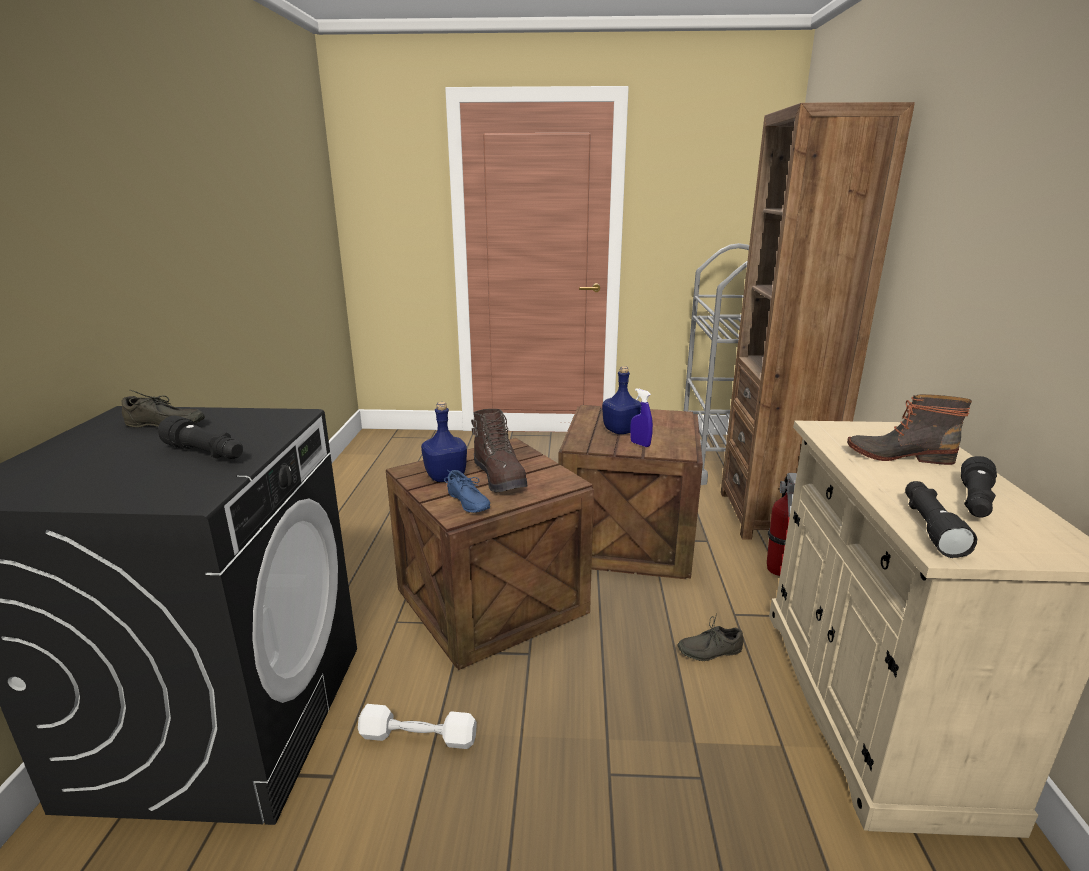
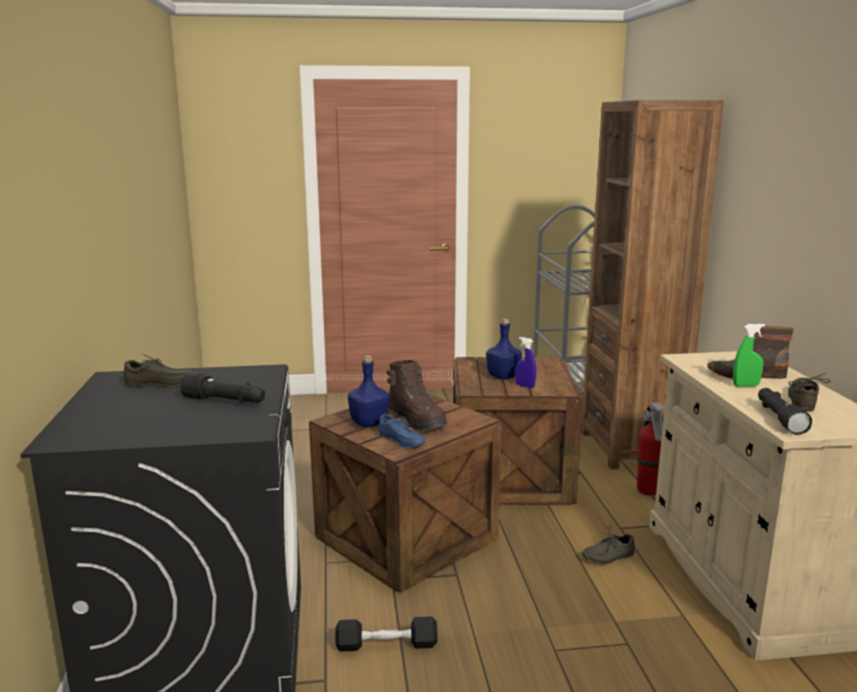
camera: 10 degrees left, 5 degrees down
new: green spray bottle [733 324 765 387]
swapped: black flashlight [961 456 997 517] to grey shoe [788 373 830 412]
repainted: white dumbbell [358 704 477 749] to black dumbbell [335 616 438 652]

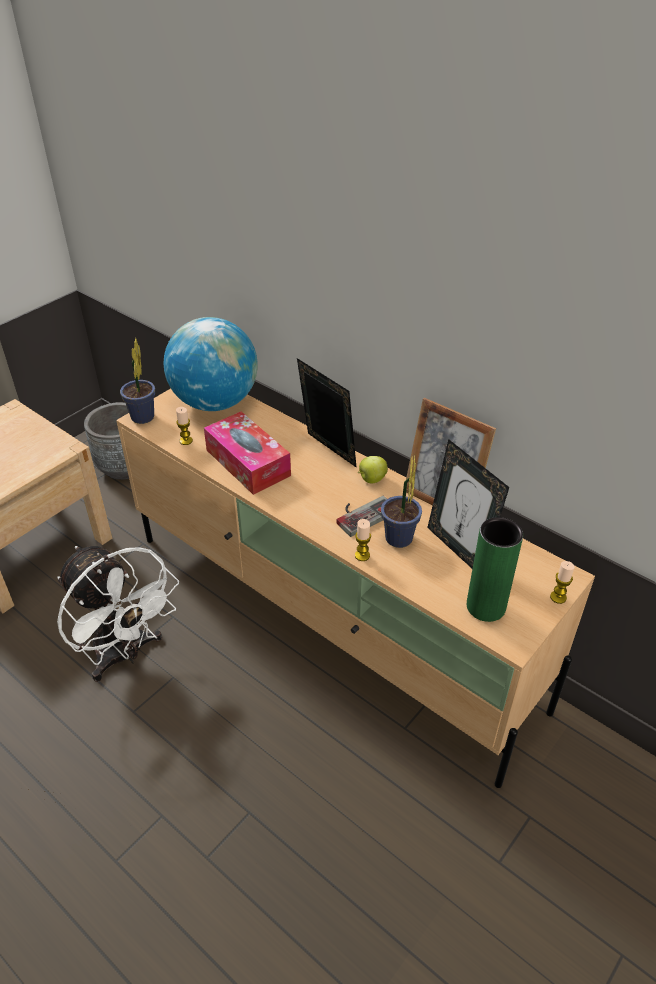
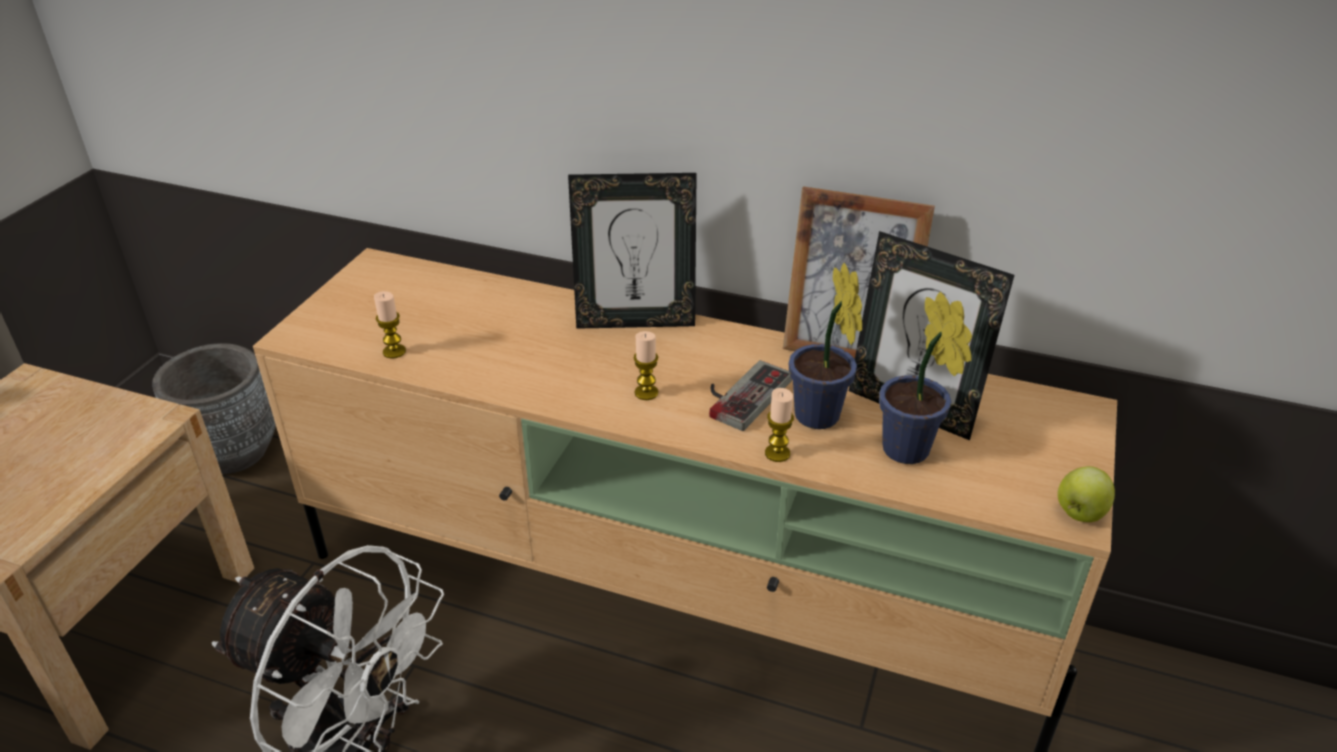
camera: 20 degrees left, 5 degrees down
gone: globe [164 317 258 411]; tissue box [204 411 291 495]; green vase [467 517 523 622]
shifted: candle [550 561 575 604] to [634 331 658 400]; potted plant [120 338 155 424] to [879 292 972 464]; apple [358 456 388 483] to [1058 466 1115 522]
rotated: picture frame [297 358 357 468] = [568 173 697 329] 150 degrees clockwise

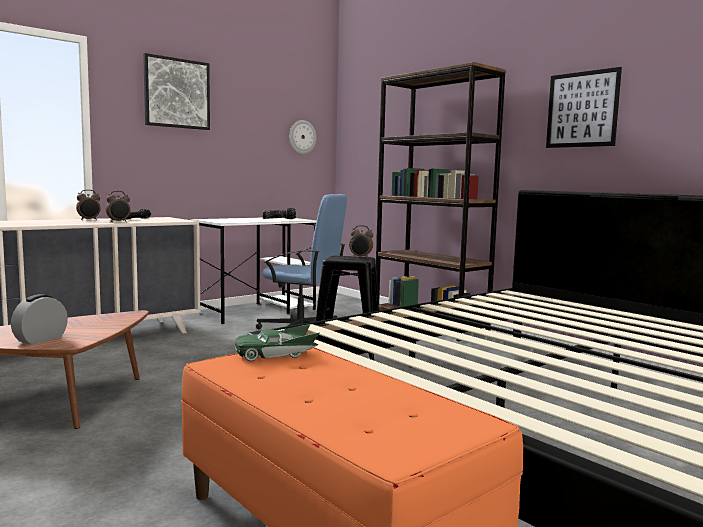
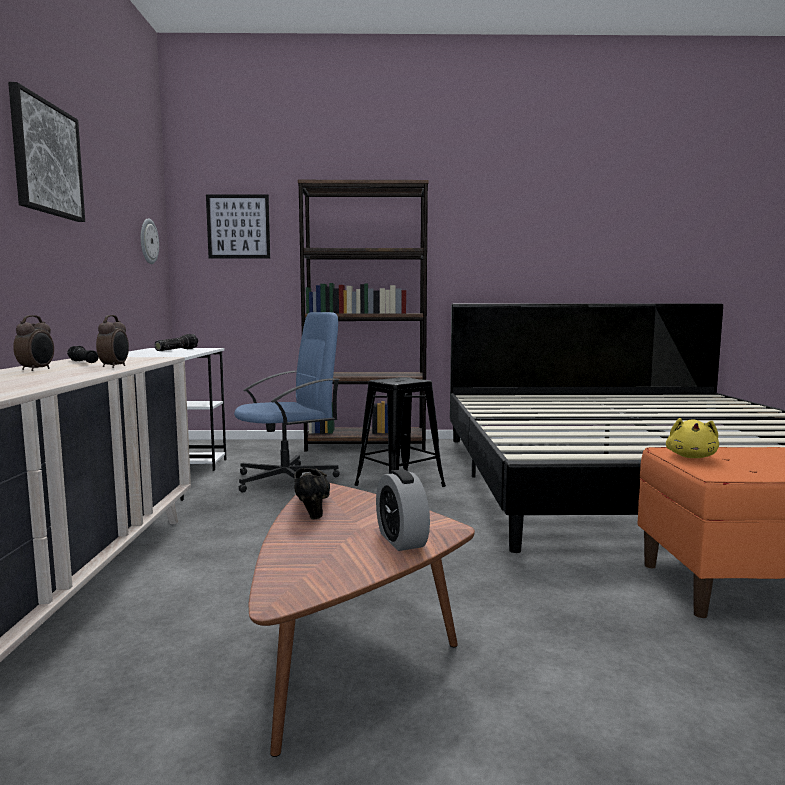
camera: 50 degrees left, 0 degrees up
gone: alarm clock [349 225 373 258]
new: black shoe [294 468 330 520]
shifted: picture [546 67 622 148] to [206 194 270 259]
swapped: green toy car [235 324 319 361] to yellow plush toy [666 418 719 458]

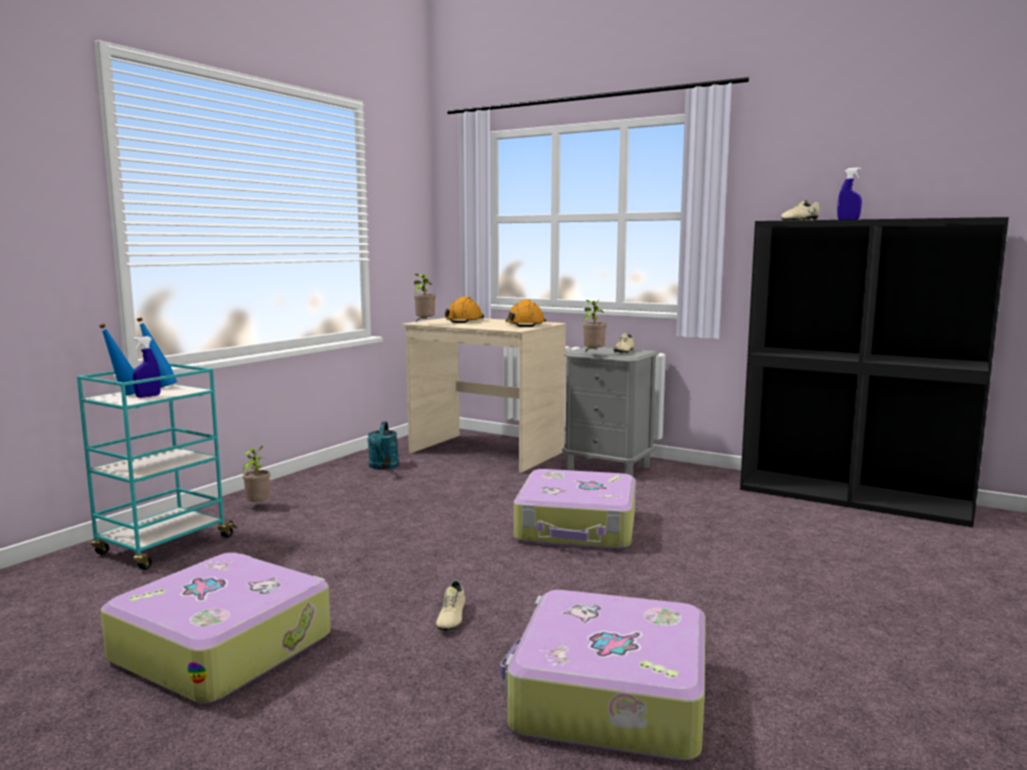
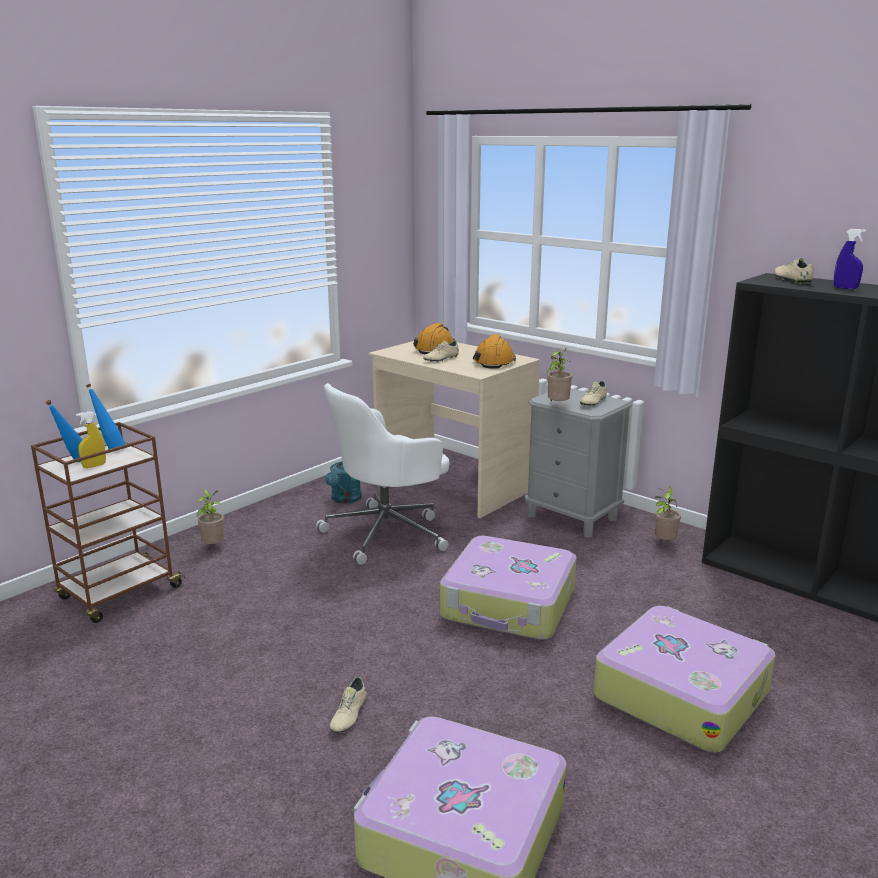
camera: 10 degrees right, 10 degrees up
new: white office chair [316 383 449 565]; beige shoe [423 340 459 362]
shifted: suitcase [101 553 331 704] to [594 606 776 753]; potted plant [414 273 436 323] to [652 487 681 540]
repainted: turquoise cart [77 363 237 570] to brown cart [31 422 186 623]; blue spray bottle [133 336 161 398] to yellow spray bottle [76 411 106 468]

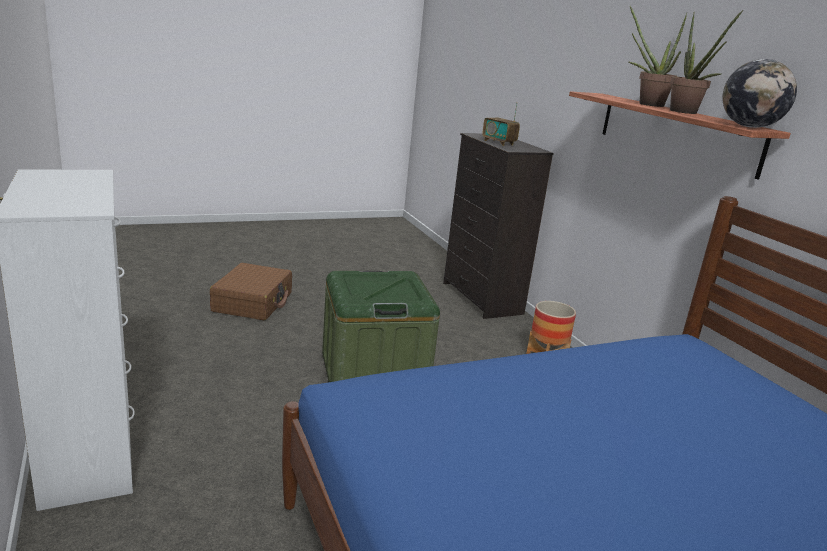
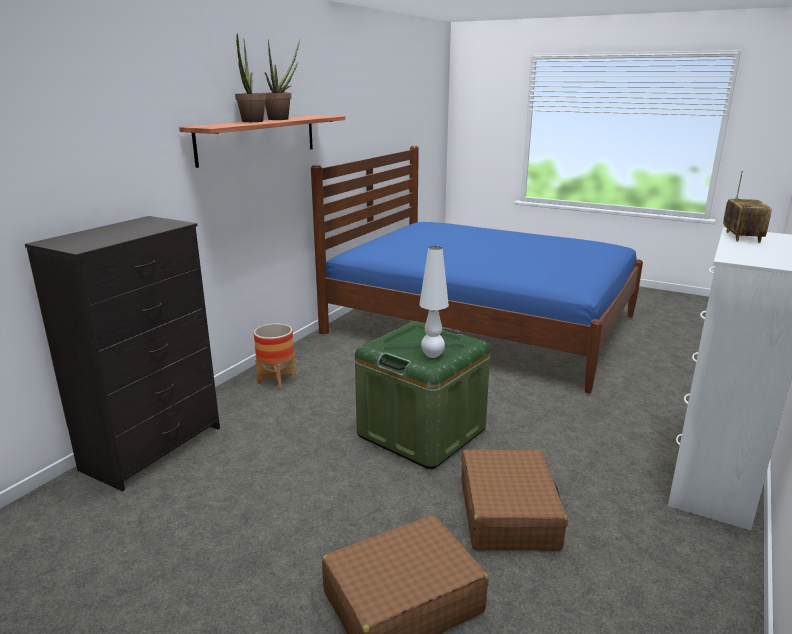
camera: 125 degrees left, 0 degrees up
gone: globe [722 59 797 128]
new: white table lamp [419 246 449 358]; brown suitcase [461 450 568 551]
shifted: radio [482 102 520 146] to [723 171 772 243]

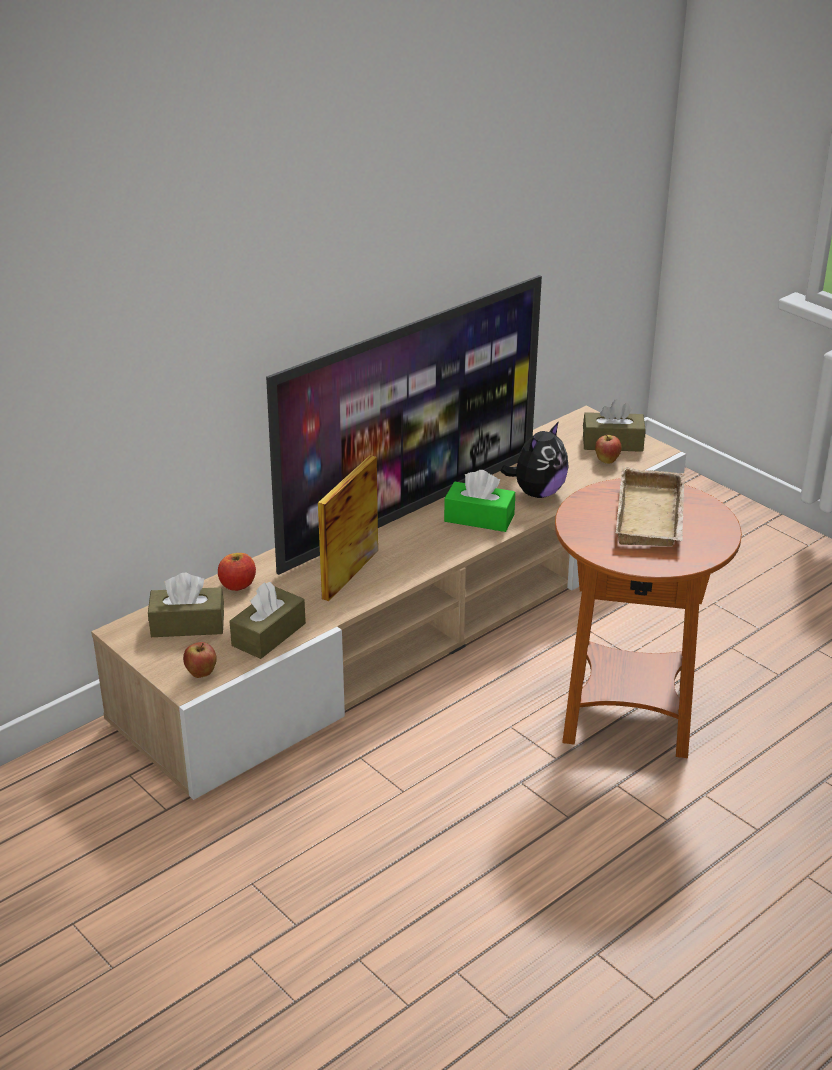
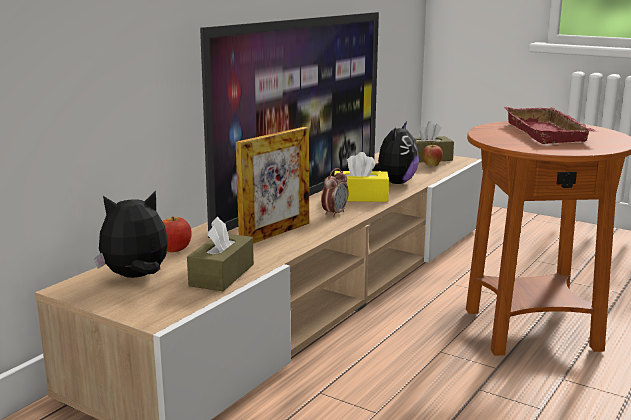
camera: 15 degrees left, 15 degrees down
gone: apple [183 642 217 678]
new: alarm clock [321 168 348 217]
swapped: brown tissue box [148 573 224 637] to plush toy [95 191 168 278]
repainted: green tissue box [444 470 515 532] to yellow tissue box [334 152 389 202]; beige tray [616 467 685 546] to red tray [504 107 598 144]
rotated: picture frame [318 455 378 601] = [236 127 309 243] 150 degrees counterclockwise

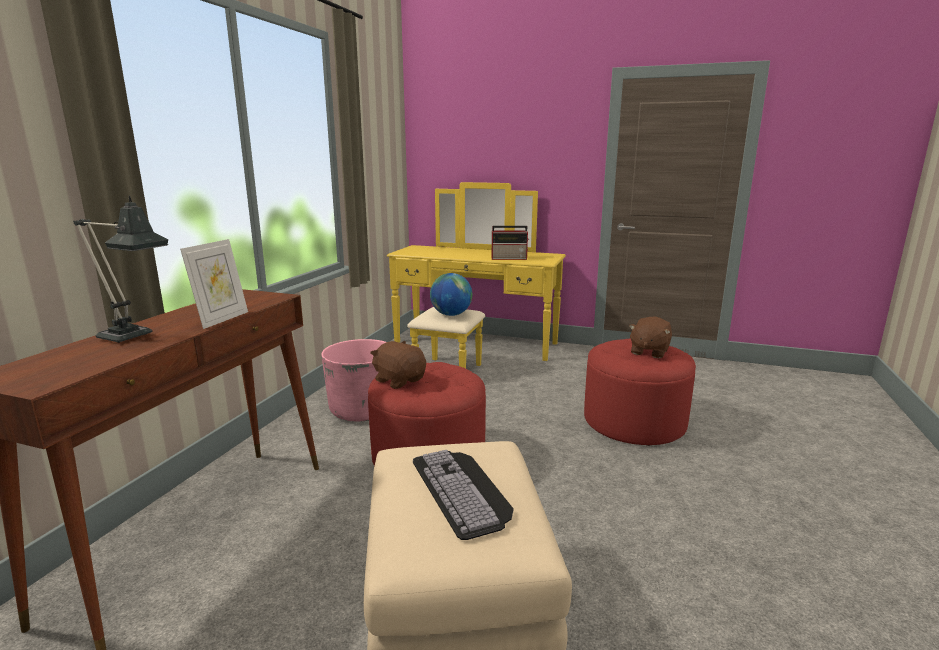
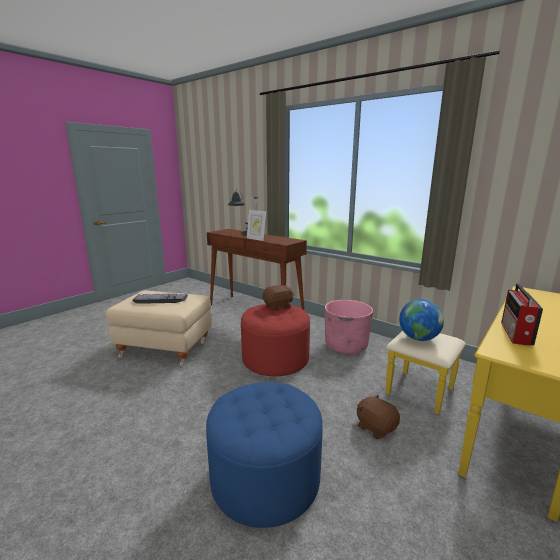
camera: 110 degrees right, 0 degrees up
shifted: brown plush toy [629 317 672 358] to [357 395 400 439]
repainted: red ottoman [584 338 696 446] to blue ottoman [206 382 323 528]

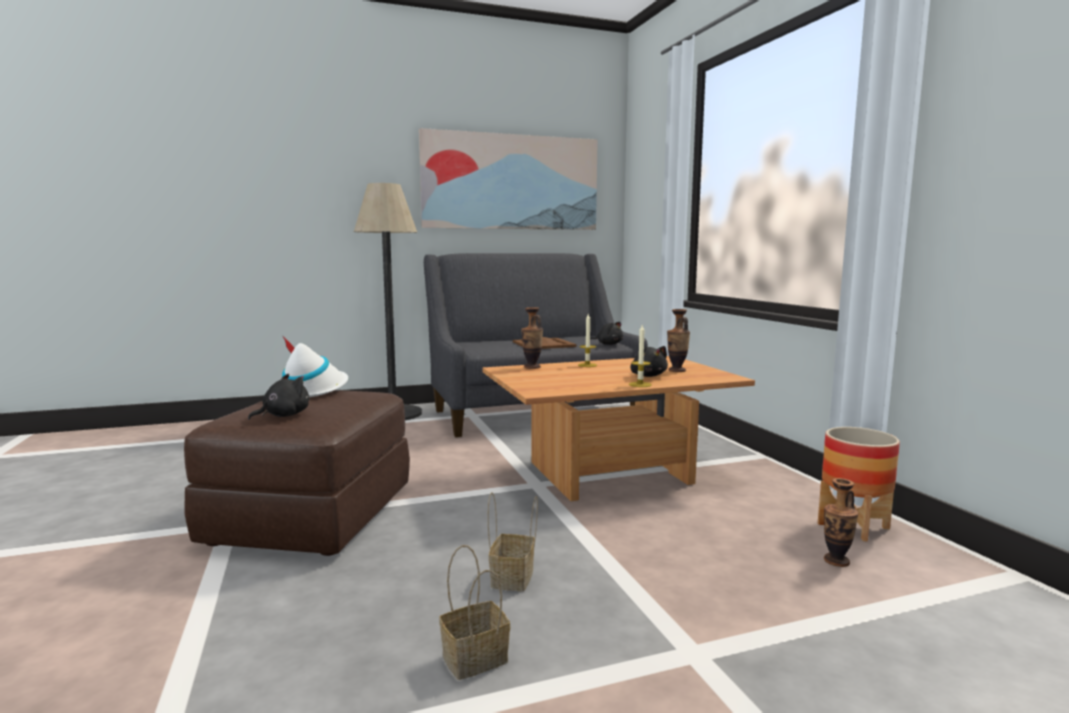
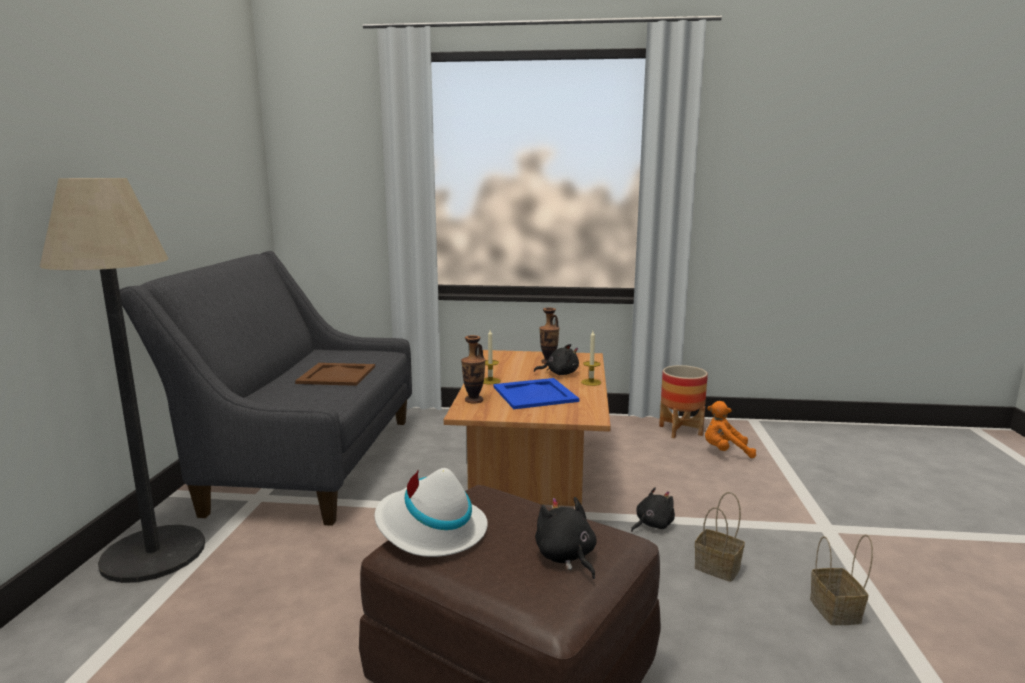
camera: 65 degrees left, 5 degrees up
gone: picture [419 128 598 230]
new: blue tray [493 378 579 409]
shifted: black plush toy [590 322 623 345] to [631 487 675 532]
swapped: vase [824 478 858 567] to orange plush toy [705 401 756 458]

